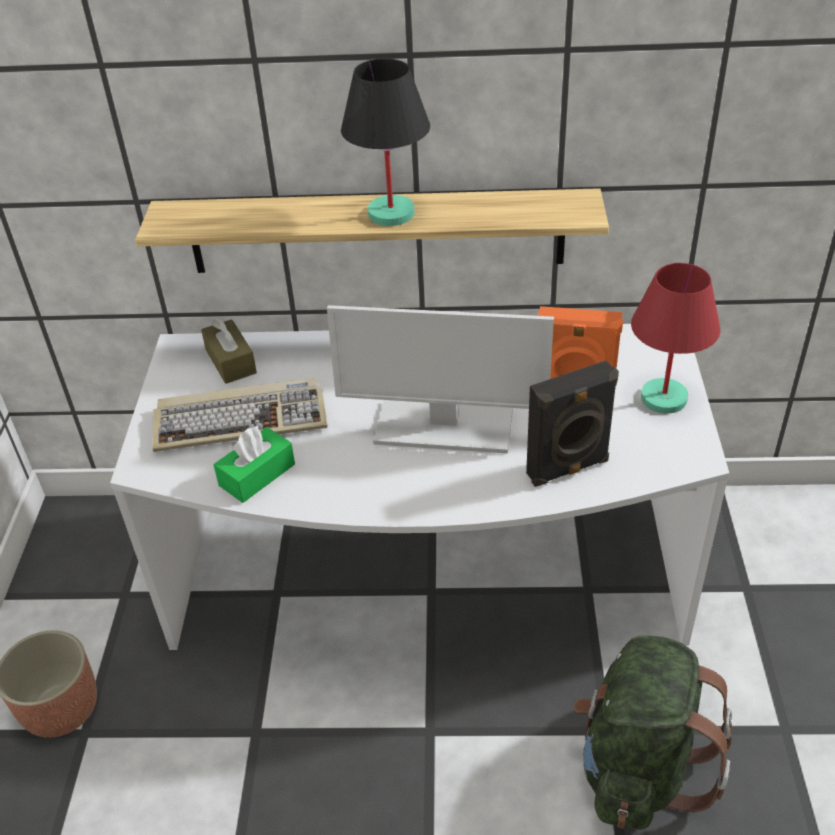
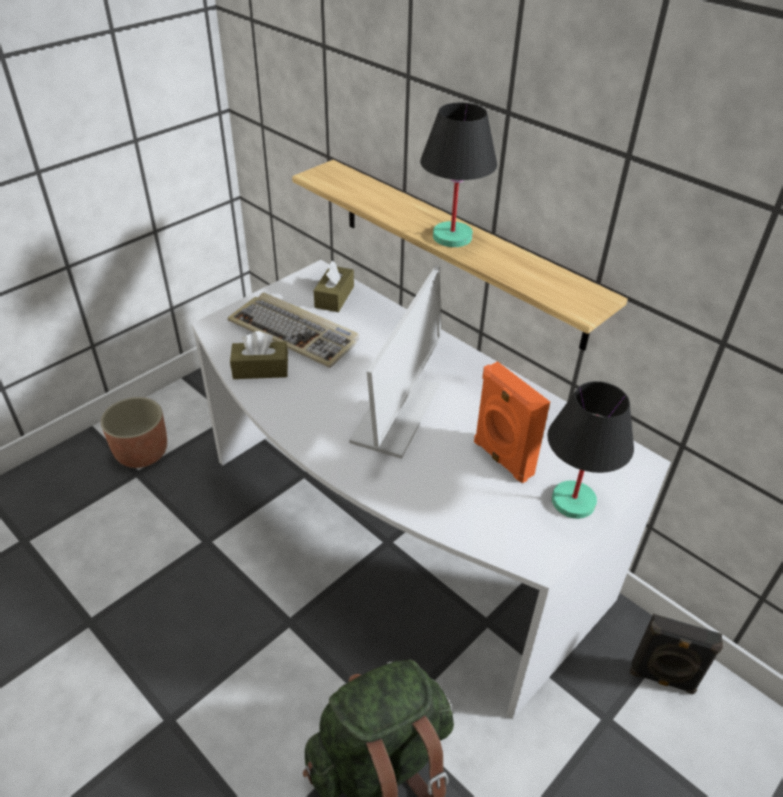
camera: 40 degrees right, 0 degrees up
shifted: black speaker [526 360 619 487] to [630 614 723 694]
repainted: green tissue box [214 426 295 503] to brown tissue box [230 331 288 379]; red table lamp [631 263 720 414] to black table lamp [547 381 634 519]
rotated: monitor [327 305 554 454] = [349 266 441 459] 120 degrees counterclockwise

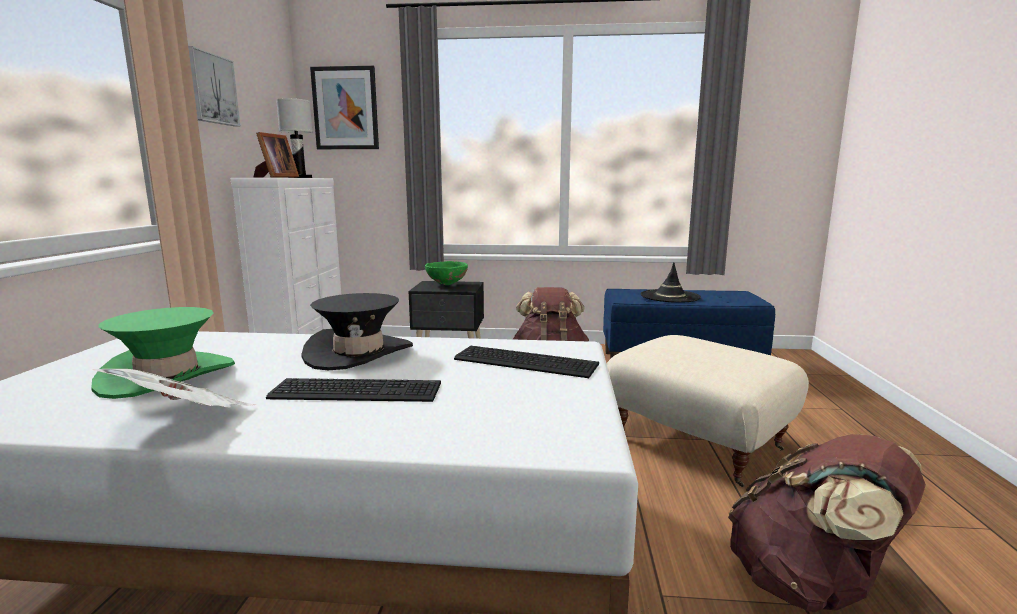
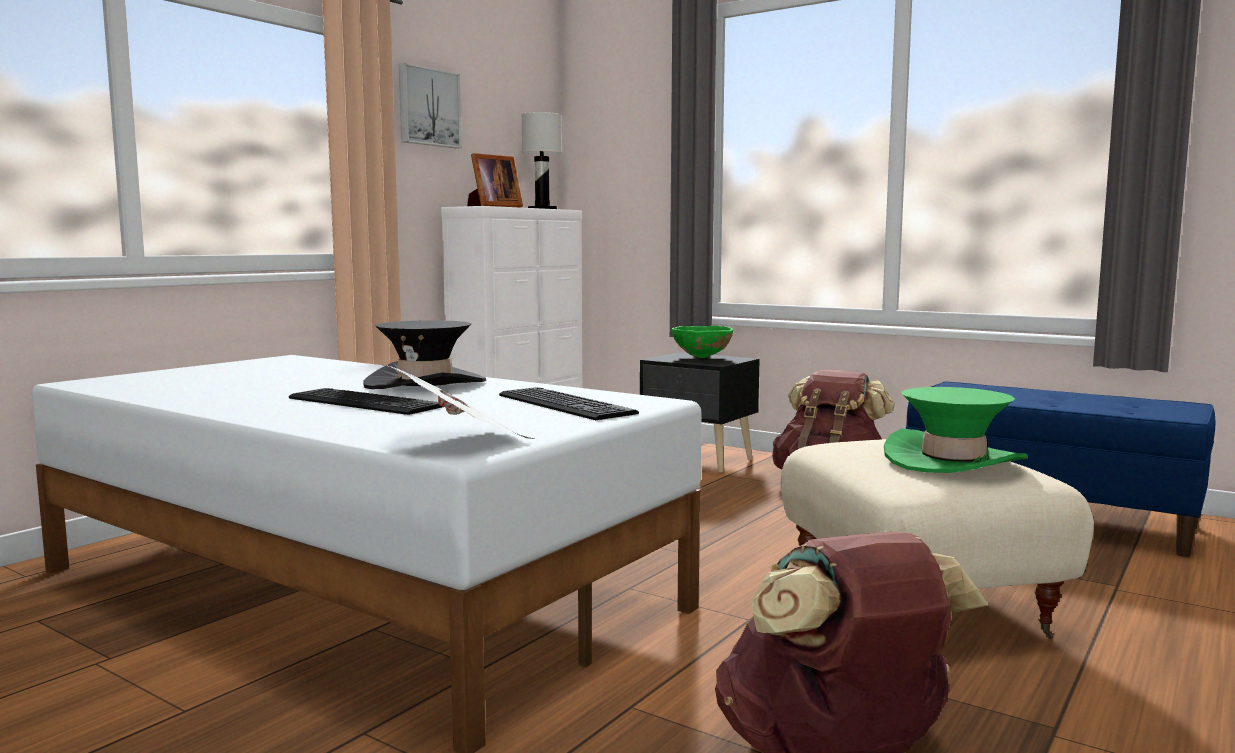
camera: 30 degrees right, 5 degrees down
gone: picture [310 66 379 149]; black hat [641 262 701 303]
shifted: newspaper [94 369 256 408] to [382 365 534 439]; green hat [91 307 235 399] to [884 387 1028 473]

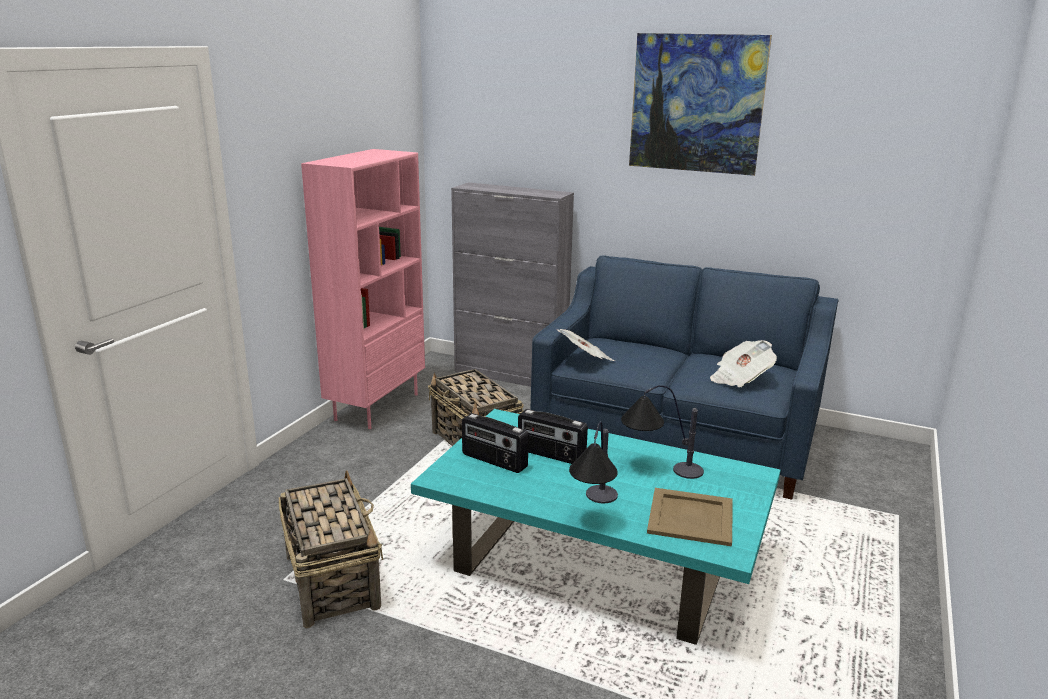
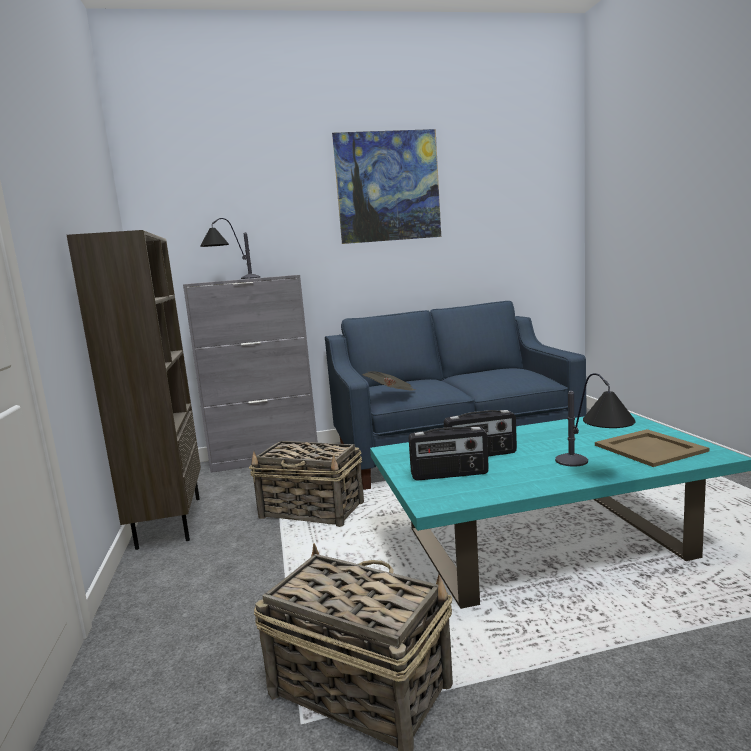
camera: 35 degrees left, 10 degrees down
gone: newspaper [710 340 777 387]
shifted: table lamp [621 385 704 479] to [200 218 261 279]
repainted: pink bookcase [301 149 425 429] to brown bookcase [67 230 201 550]

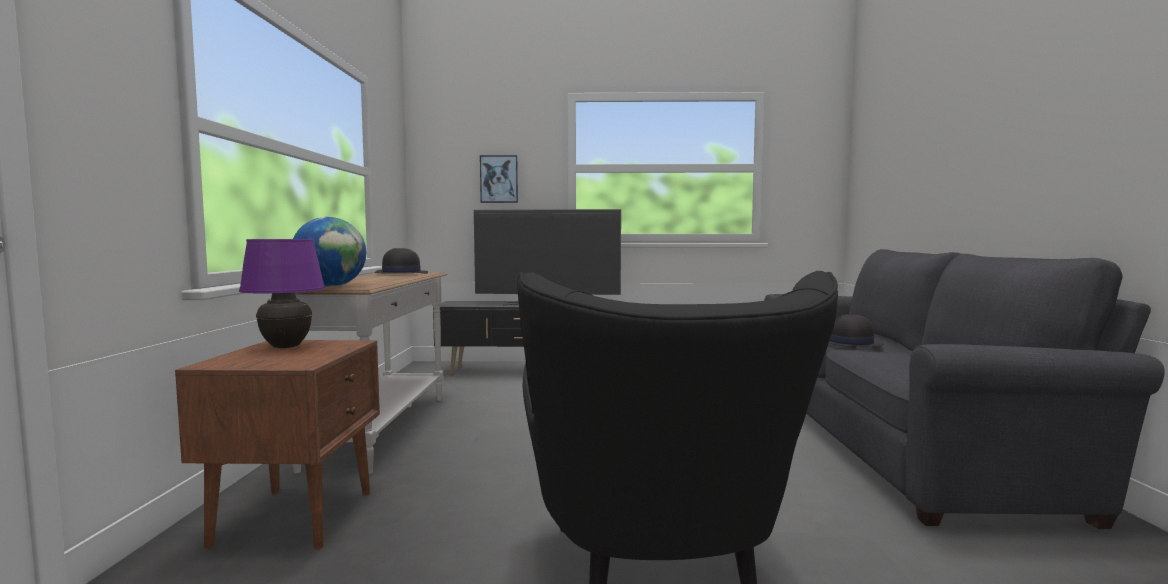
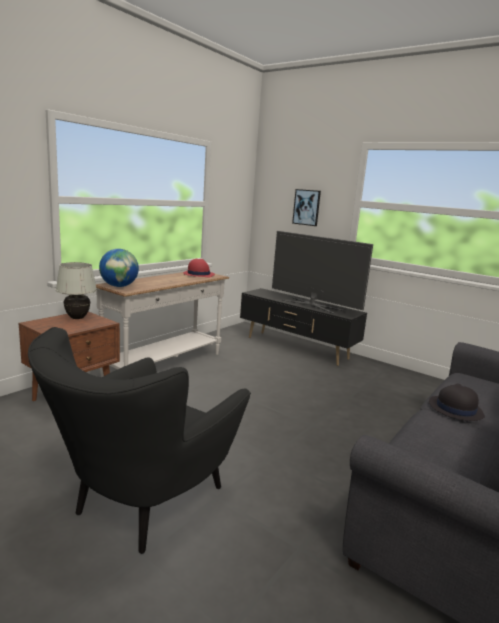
camera: 35 degrees right, 10 degrees up
repainted: purple table lamp [239 239 325 348] to white table lamp [56 262 97 319]; black hat [374 248 428 274] to red hat [183 259 215 278]

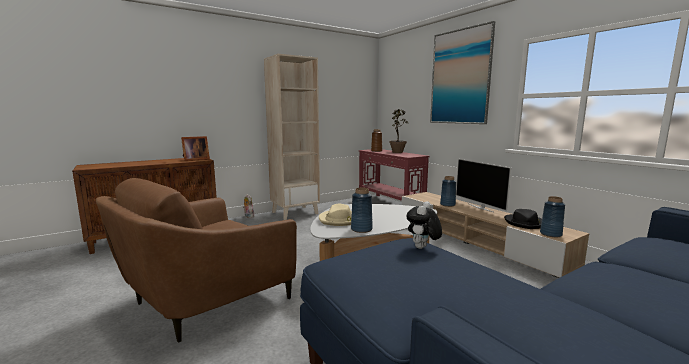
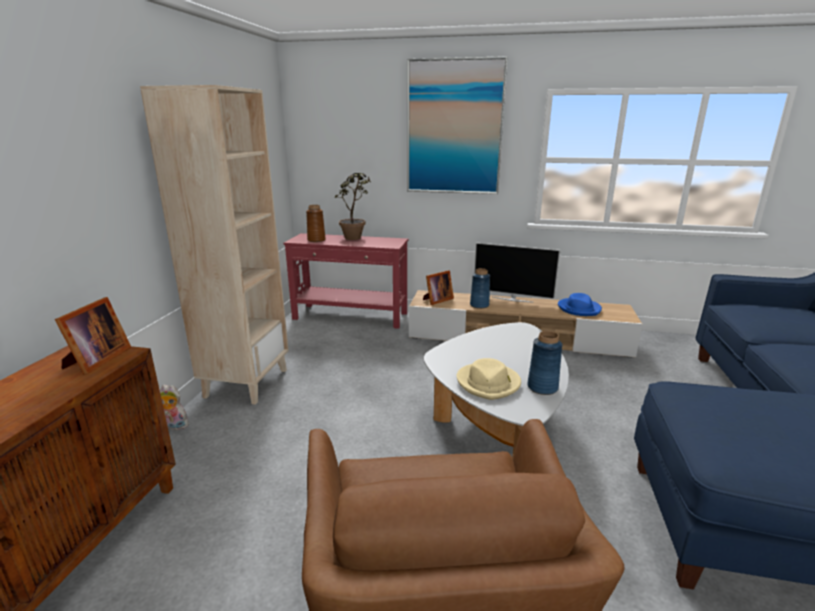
camera: 45 degrees left, 10 degrees up
gone: plush toy [407 201 442 249]; blue vase [540 196 565 237]
new: picture frame [423 270 454 305]
repainted: black hat [504 209 542 229] to blue hat [558 293 602 316]

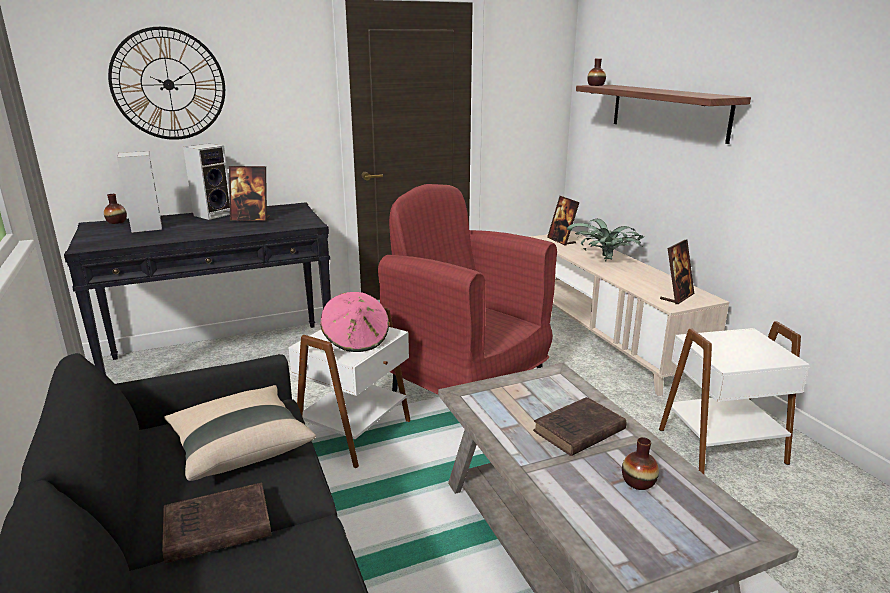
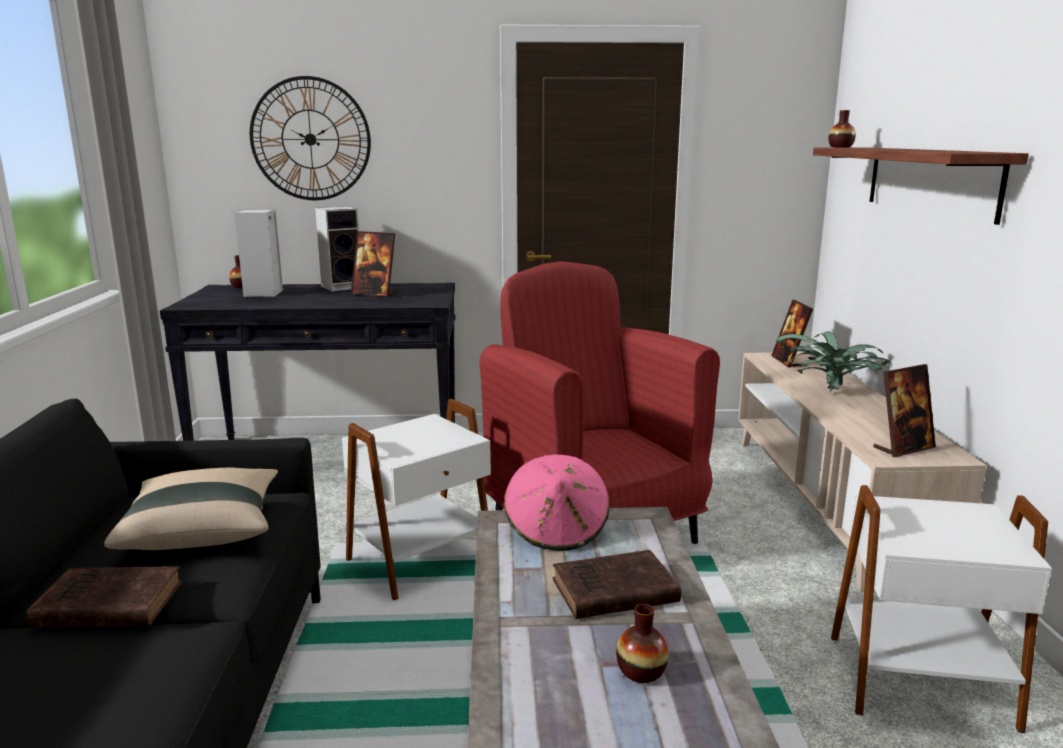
camera: 20 degrees right, 5 degrees down
shifted: pink hat [320 292 389 352] to [504 454 610 551]

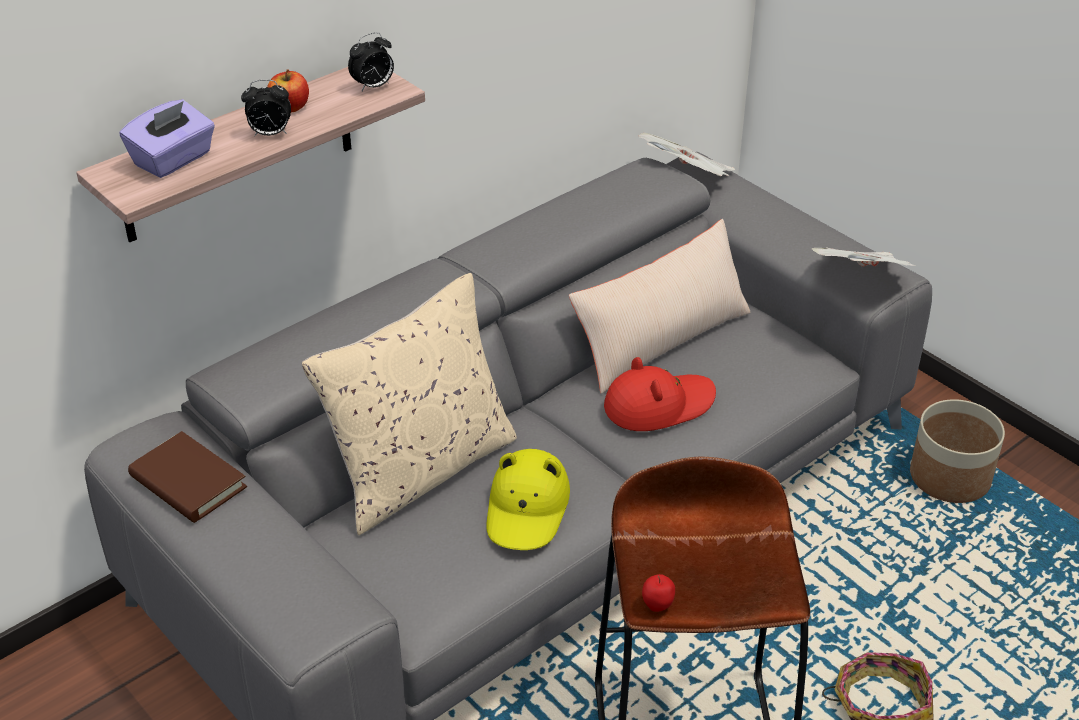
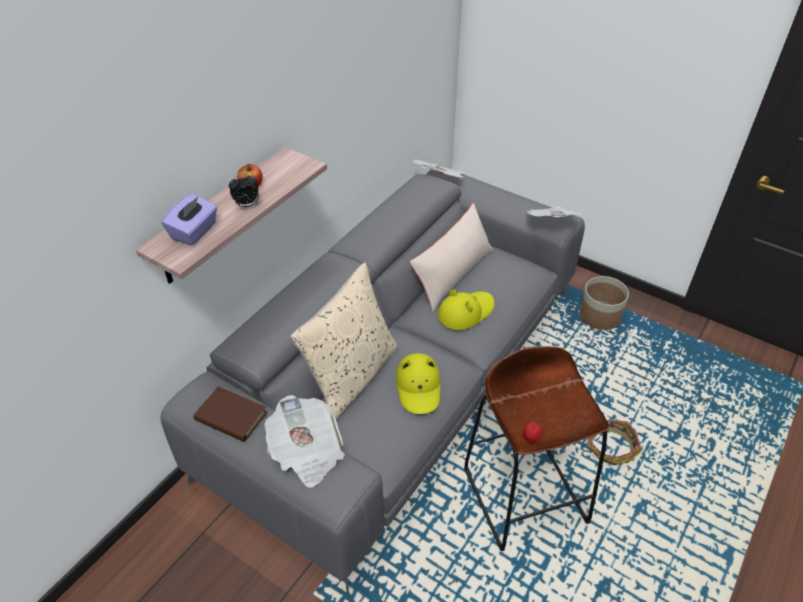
camera: 15 degrees left, 5 degrees up
gone: alarm clock [348 32 394 91]
new: newspaper [264 395 345 487]
repainted: red hat [604 357 716 431] to yellow hat [438 289 494 330]

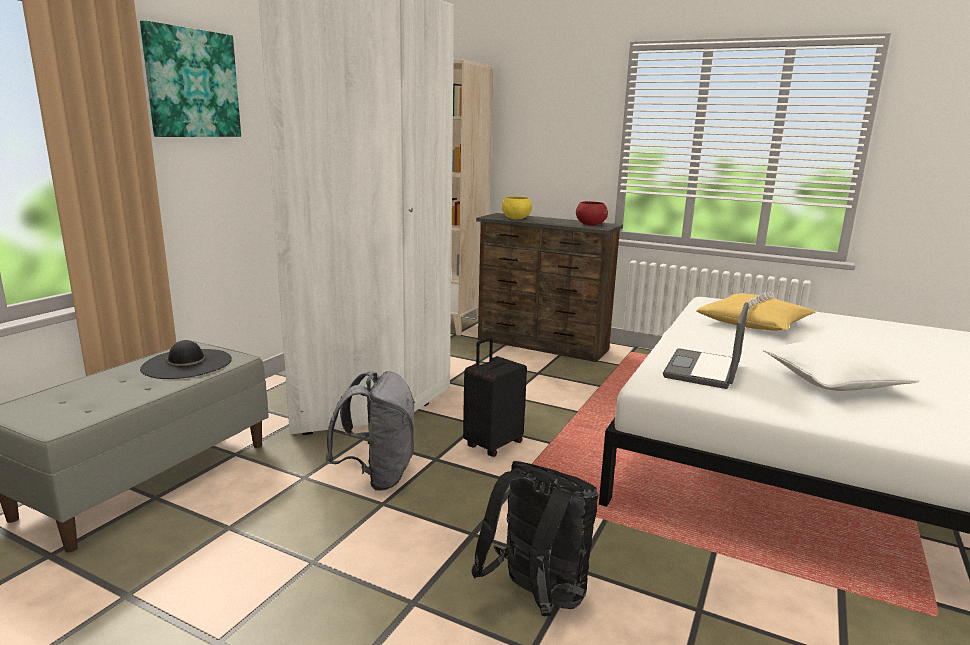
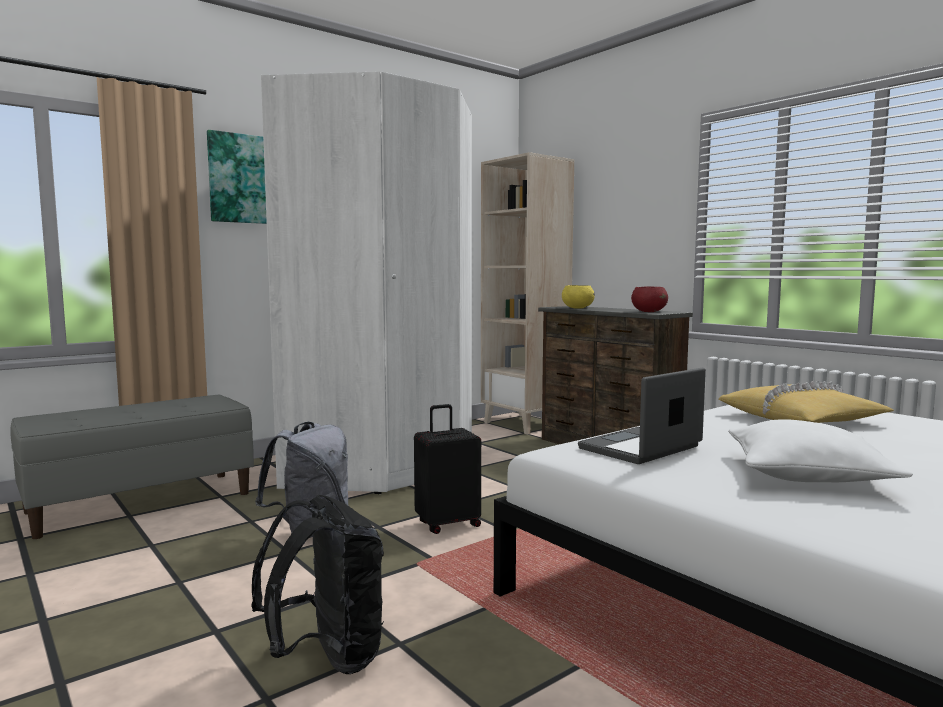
camera: 25 degrees right, 10 degrees down
gone: black hat [140 340 232 379]

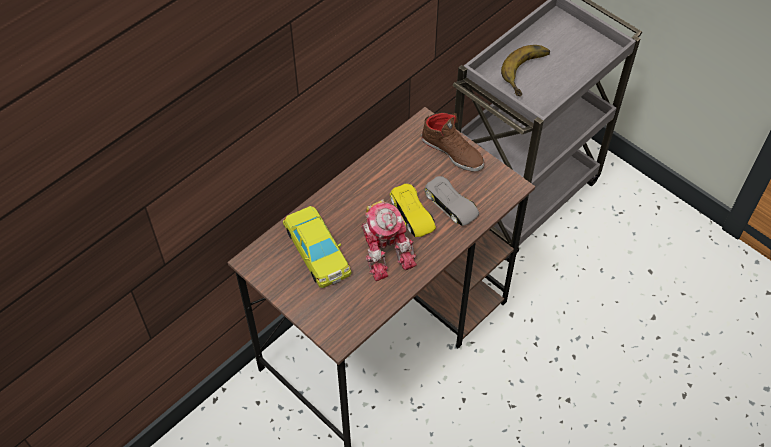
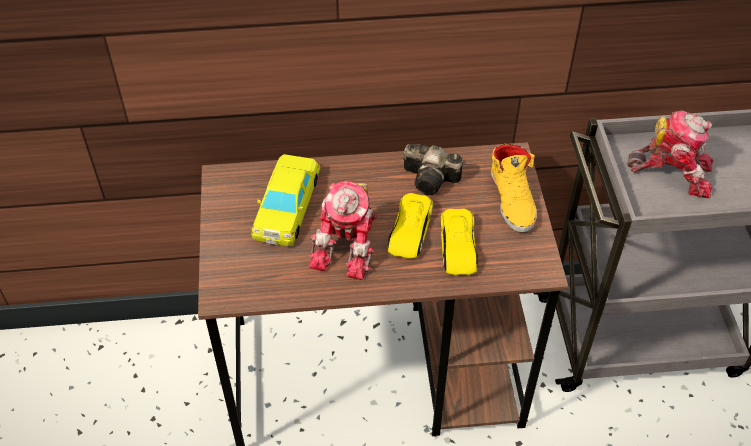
camera: 40 degrees right, 5 degrees down
new: photo camera [403 144 463 195]
swapped: banana [501 45 550 96] to toy robot [627 110 713 198]
repainted: grey toy car [424 176 479 226] to yellow toy car [440 209 478 275]; brown shoe [421 113 484 171] to yellow shoe [491 144 537 232]

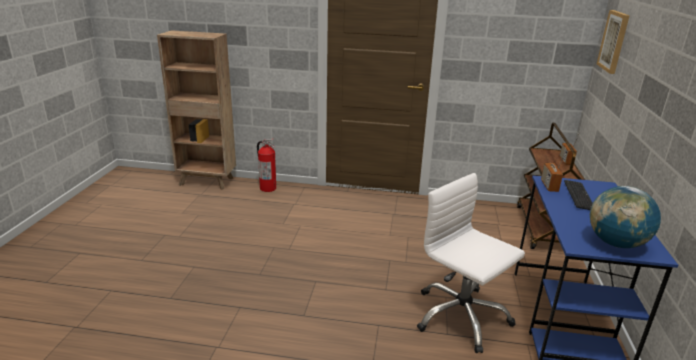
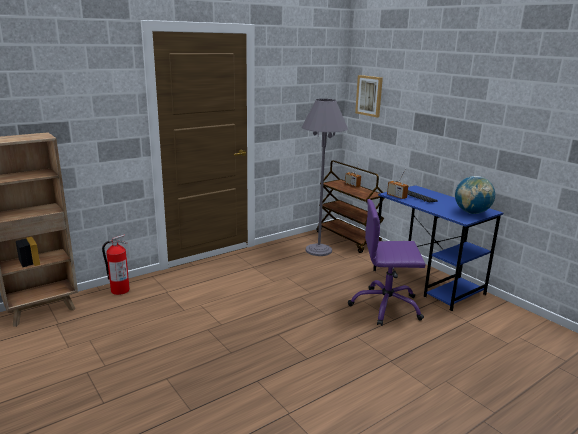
camera: 45 degrees left, 5 degrees down
new: grey floor lamp [302 99 348 256]
repainted: white office chair [417 173 525 353] to purple office chair [348 199 426 326]

